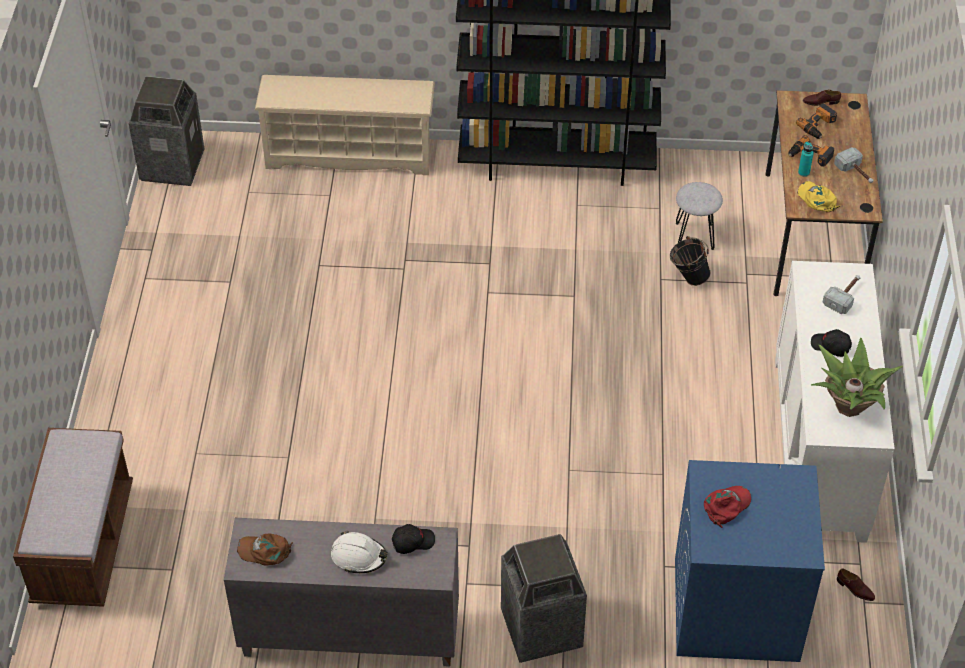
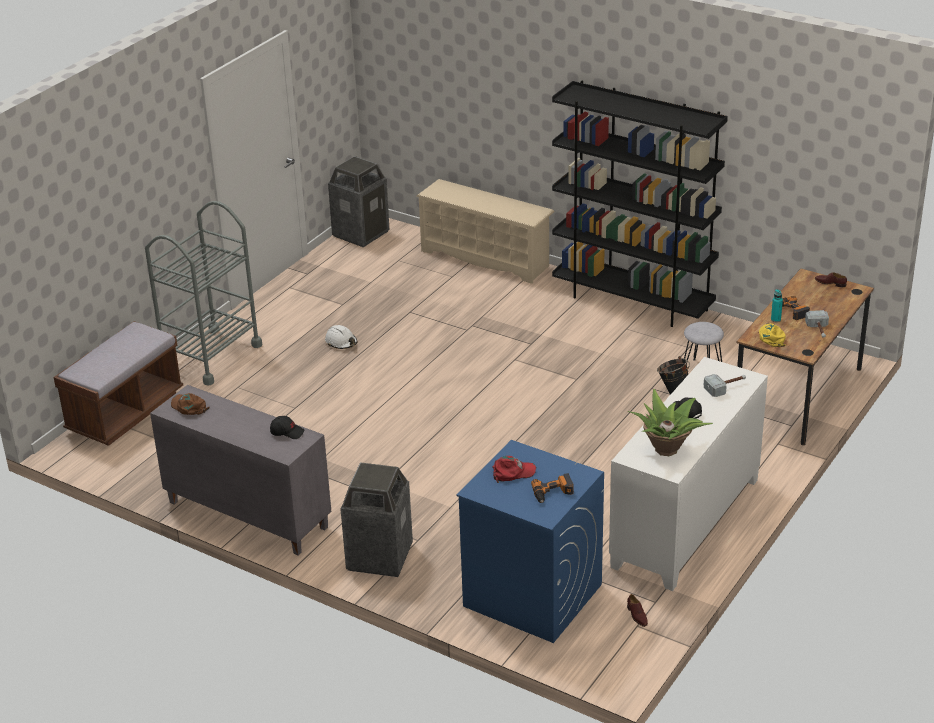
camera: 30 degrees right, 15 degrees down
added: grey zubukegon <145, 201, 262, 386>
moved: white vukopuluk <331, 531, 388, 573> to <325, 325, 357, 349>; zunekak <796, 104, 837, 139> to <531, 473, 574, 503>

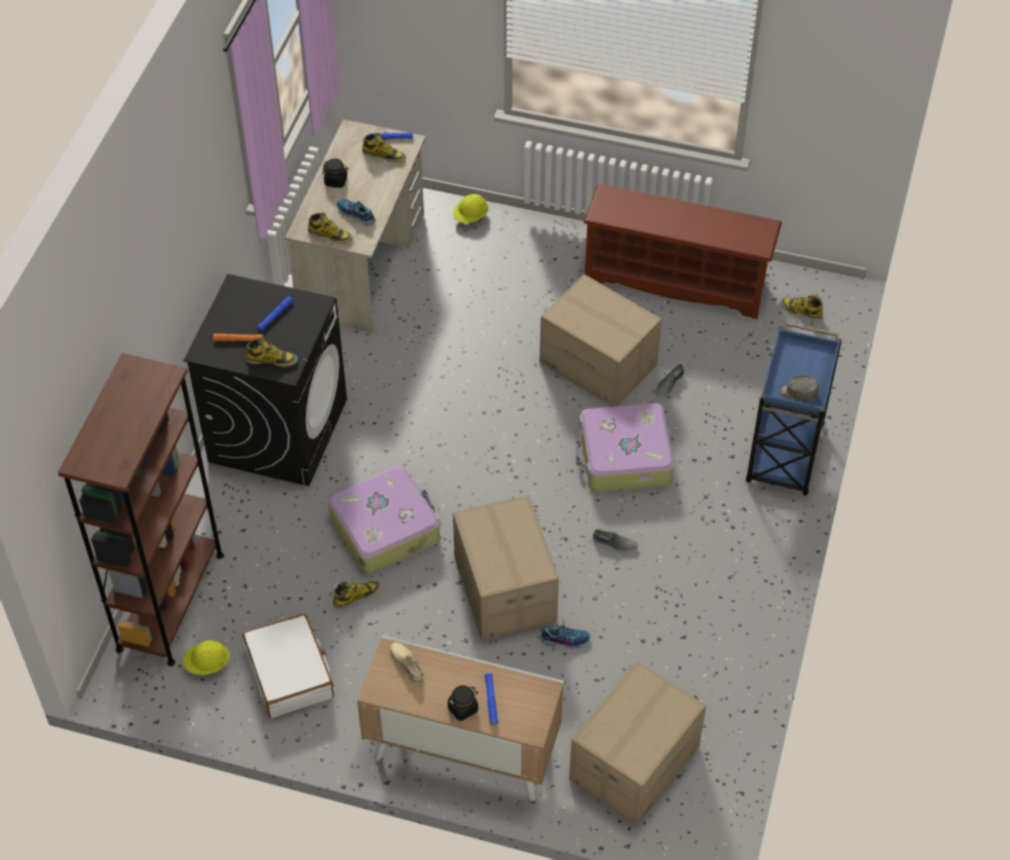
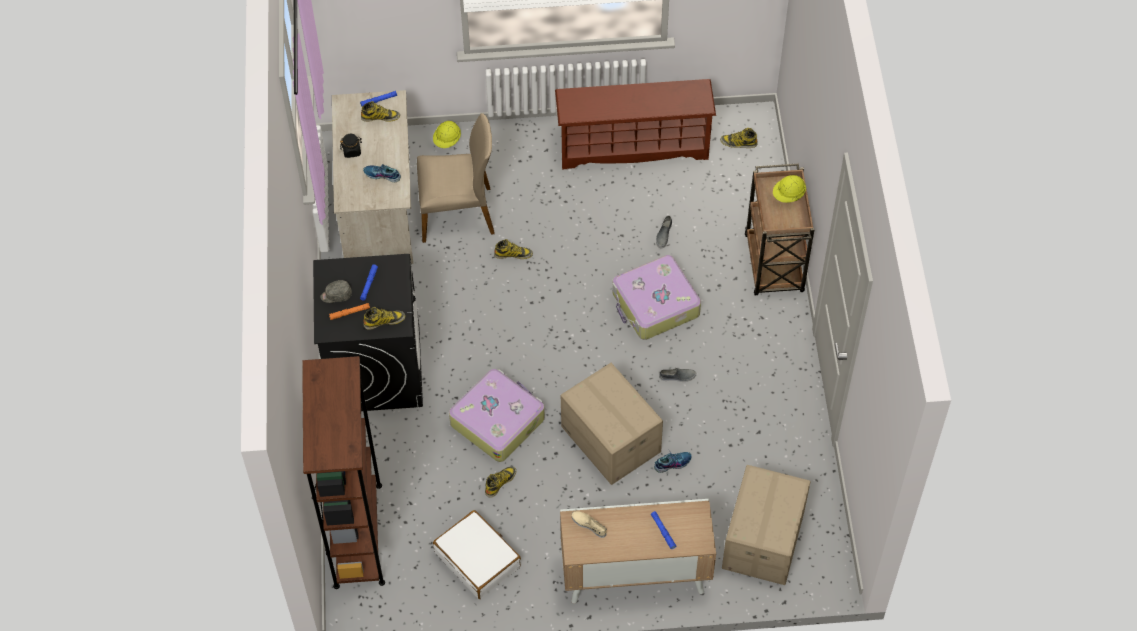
camera: 20 degrees left, 5 degrees up
removed: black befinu <448, 685, 478, 721>; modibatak <539, 274, 662, 407>
added: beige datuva <417, 113, 495, 243>
moved: yellow vukopuluk <183, 640, 229, 675> to <773, 175, 806, 203>; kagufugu <308, 213, 353, 244> to <494, 239, 533, 259>; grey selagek <780, 376, 819, 402> to <320, 280, 352, 303>
recoloured: blue zubukegon <746, 322, 842, 496> to brown zubukegon <745, 163, 814, 295>

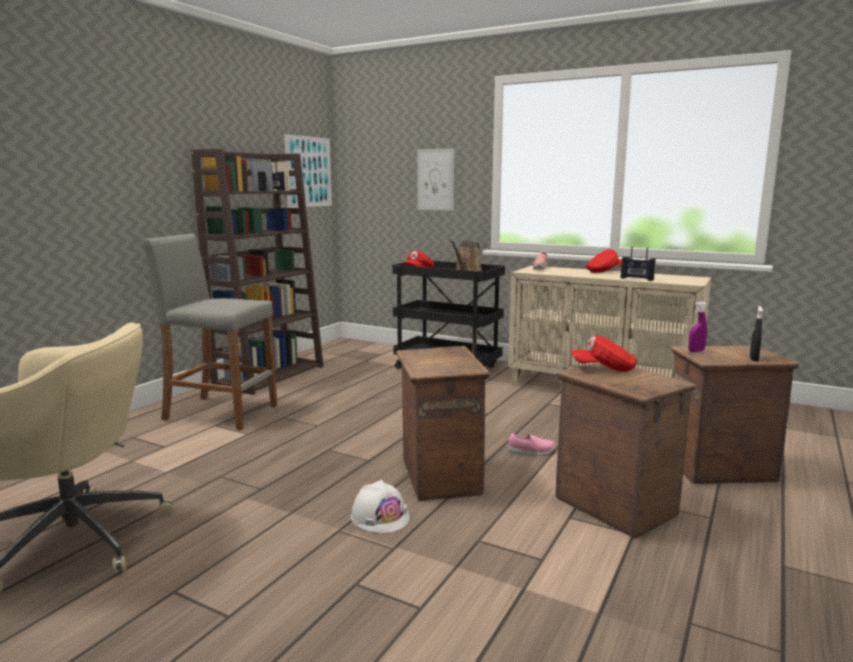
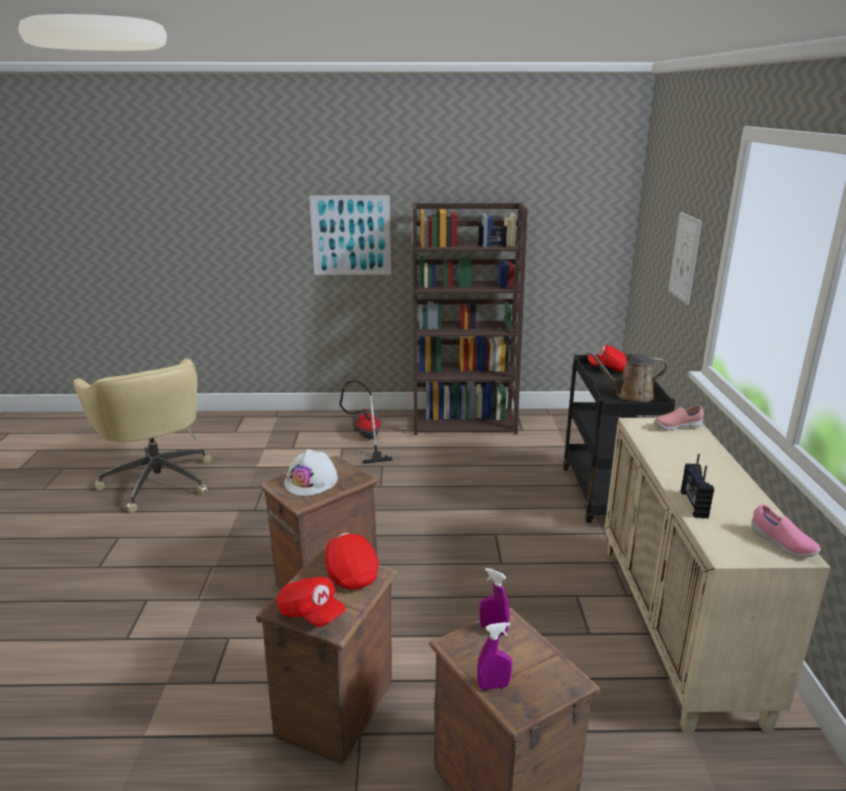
camera: 60 degrees right, 10 degrees up
moved: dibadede <284, 134, 332, 208> to <309, 195, 391, 275>; white vukopuluk <351, 480, 410, 533> to <284, 449, 338, 496>; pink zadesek <508, 433, 555, 455> to <751, 504, 821, 557>; red selagek <586, 249, 622, 273> to <276, 577, 346, 627>
replaced: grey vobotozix <143, 234, 277, 430> to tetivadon <340, 380, 393, 464>
recoloured: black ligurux <750, 306, 763, 361> to purple ligurux <477, 622, 512, 690>

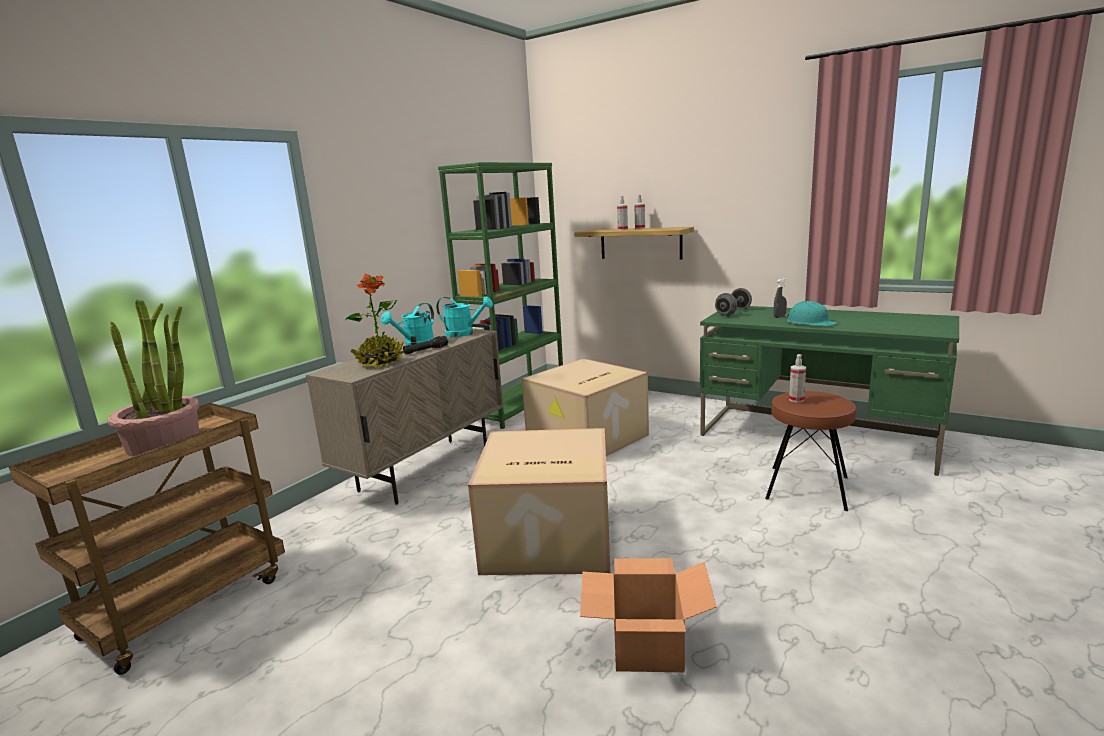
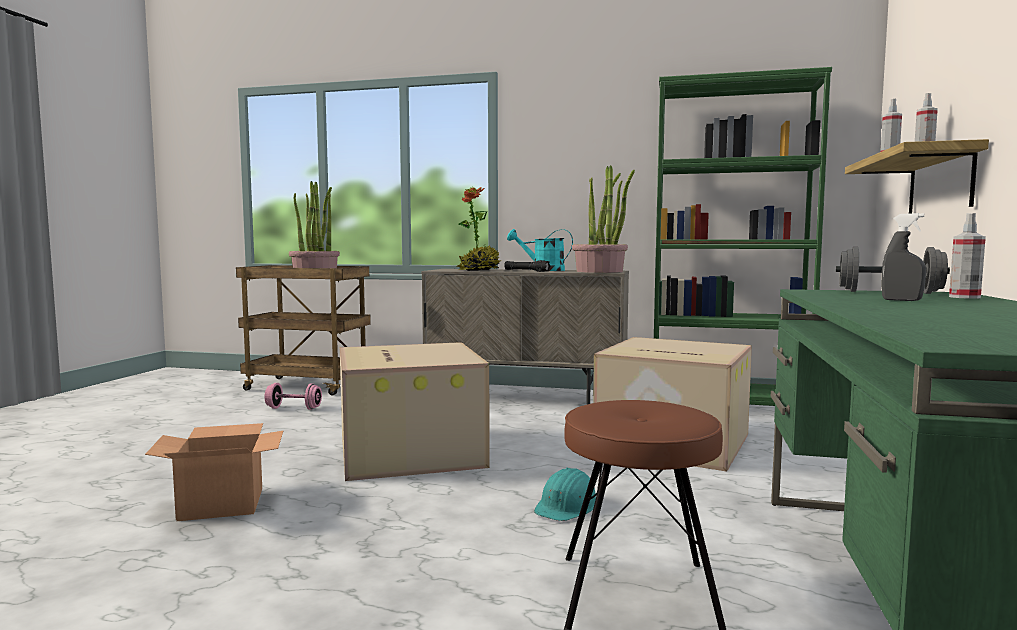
camera: 70 degrees right, 10 degrees down
added: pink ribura <265, 383, 322, 410>
moved: turquoise vukopuluk <785, 301, 837, 326> to <534, 468, 596, 521>; ligurux <789, 354, 806, 402> to <949, 213, 986, 299>
replaced: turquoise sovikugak <436, 296, 493, 337> to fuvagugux <572, 165, 635, 273>

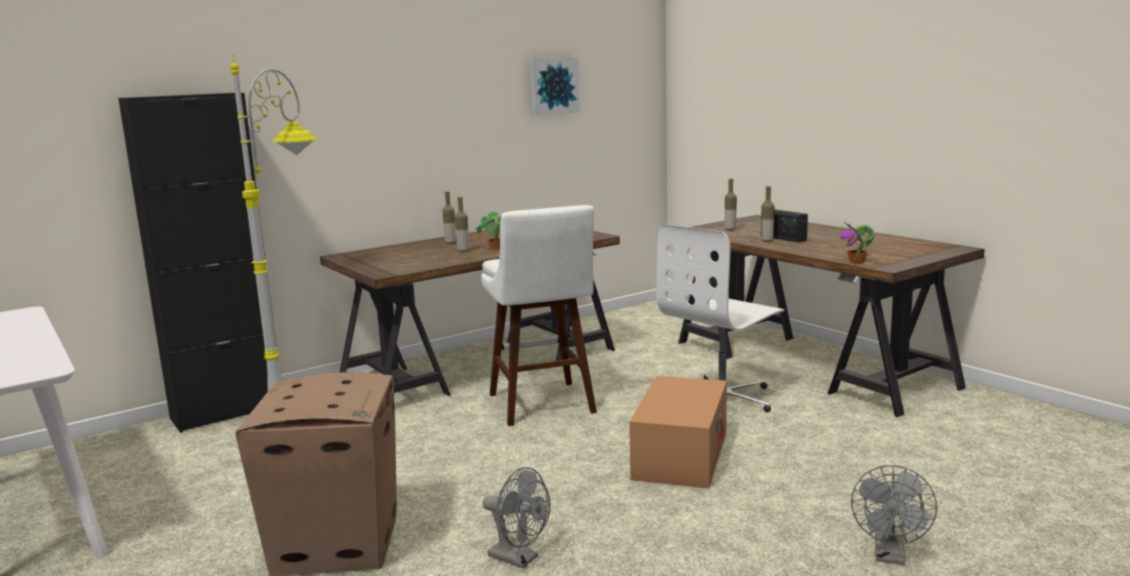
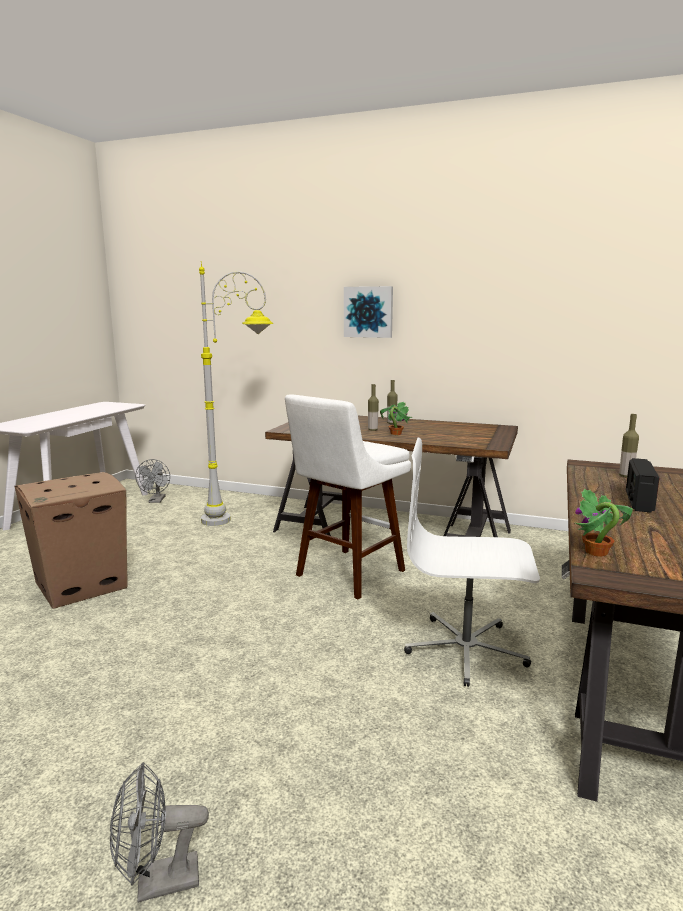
camera: 55 degrees right, 0 degrees up
removed: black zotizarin <118, 93, 278, 433>; modibatak <629, 376, 727, 489>; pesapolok <761, 186, 775, 242>
moved: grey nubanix <483, 467, 550, 568> to <135, 459, 170, 503>; dibadede <529, 57, 580, 116> to <344, 286, 393, 338>

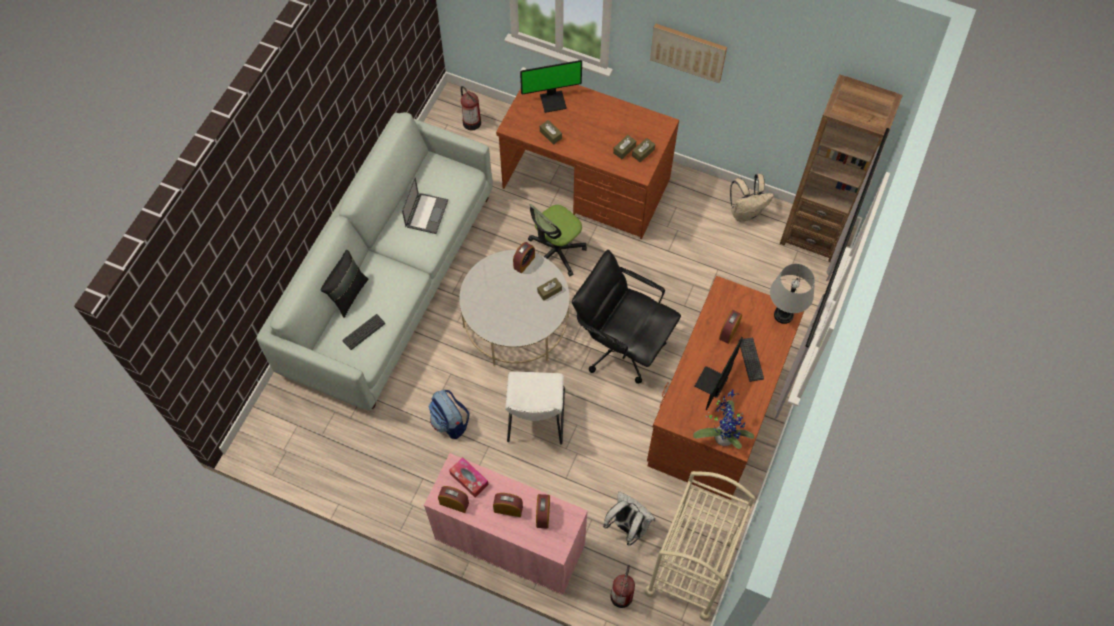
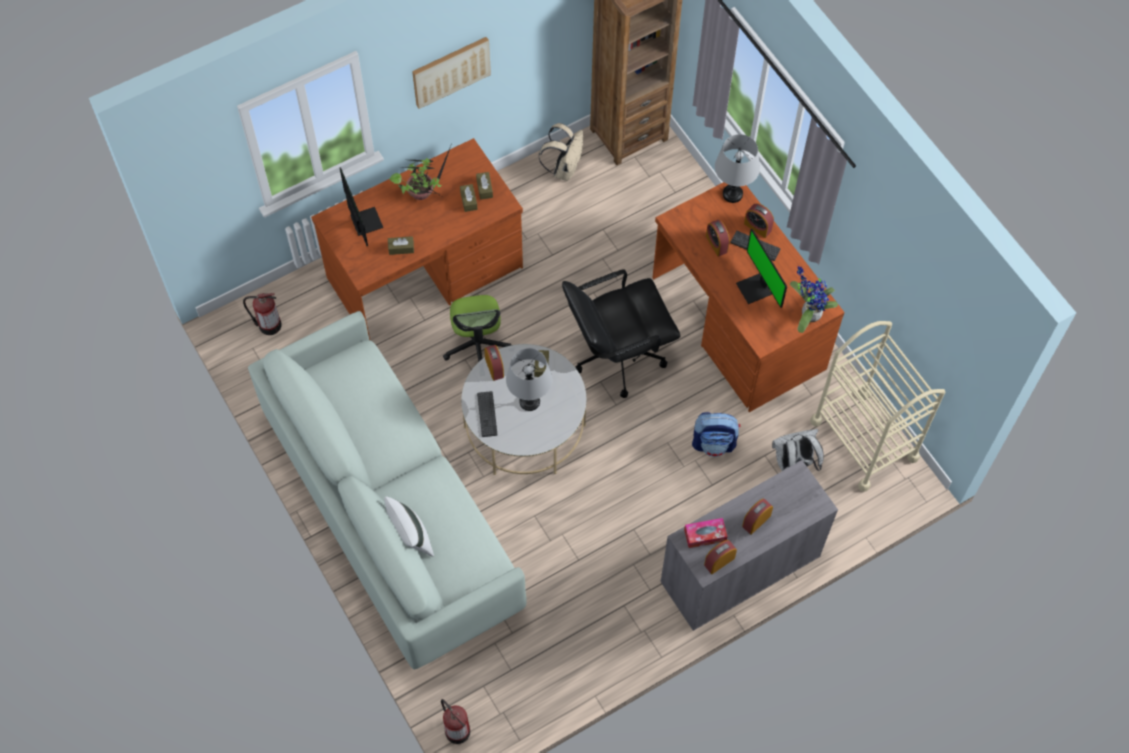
camera: 55 degrees left, 0 degrees up
removed: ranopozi <402, 177, 448, 234>; white datuva <505, 371, 565, 444>
added: fuvagugux <389, 146, 451, 200>; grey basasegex <506, 348, 552, 411>
moved: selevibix <342, 314, 385, 350> to <477, 391, 497, 437>; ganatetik <428, 390, 470, 439> to <692, 412, 740, 457>; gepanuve <536, 494, 550, 528> to <744, 203, 774, 238>; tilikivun <610, 565, 635, 608> to <441, 699, 470, 744>
recoloured: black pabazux <321, 250, 368, 318> to white pabazux <384, 496, 434, 557>; pink zotizarin <424, 453, 588, 595> to grey zotizarin <661, 460, 838, 631>
turned: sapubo <520, 60, 582, 113> = <340, 168, 383, 246> 45 degrees counterclockwise

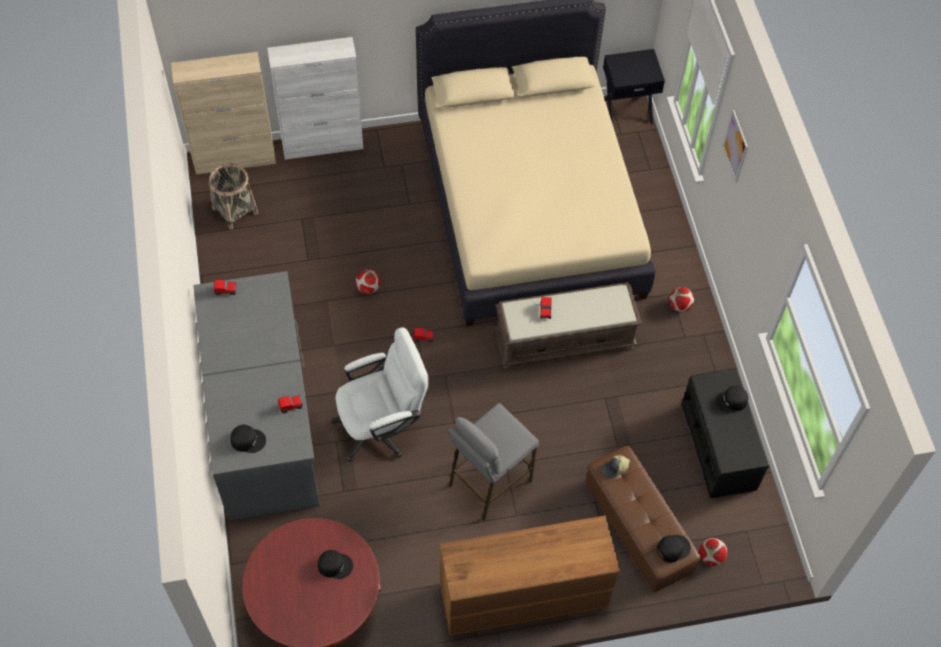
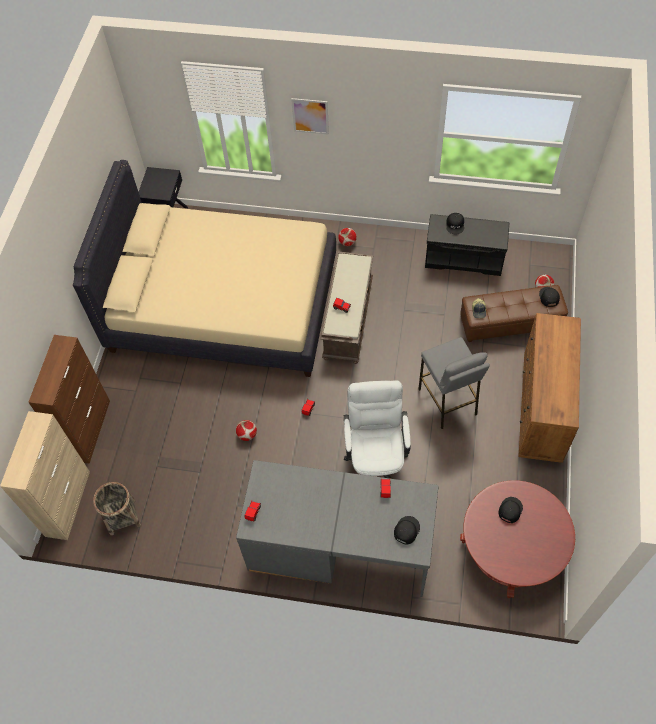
camera: 65 degrees left, 0 degrees up
recoloured: white zotizarin <267, 37, 363, 160> to brown zotizarin <28, 335, 110, 464>

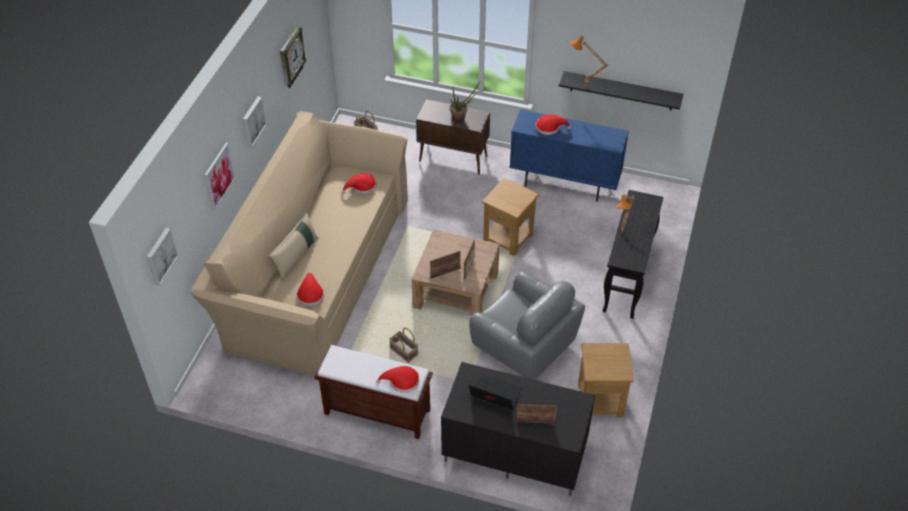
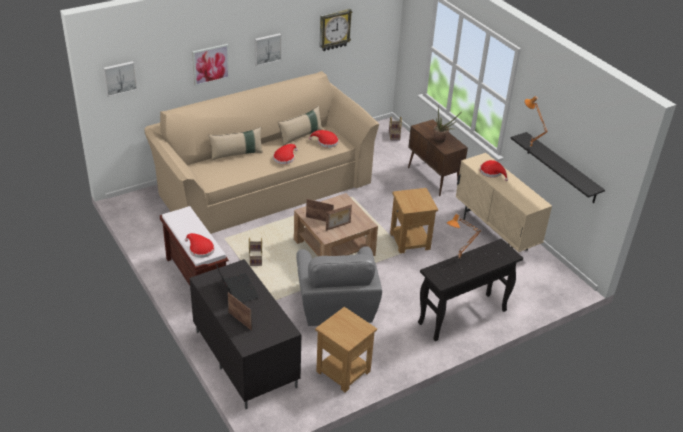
camera: 40 degrees right, 10 degrees down
added: beige pabazux <278, 106, 323, 146>
moved: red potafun <297, 273, 324, 306> to <273, 144, 298, 164>
recoloured: blue zotizarin <510, 109, 629, 202> to beige zotizarin <456, 153, 552, 252>

